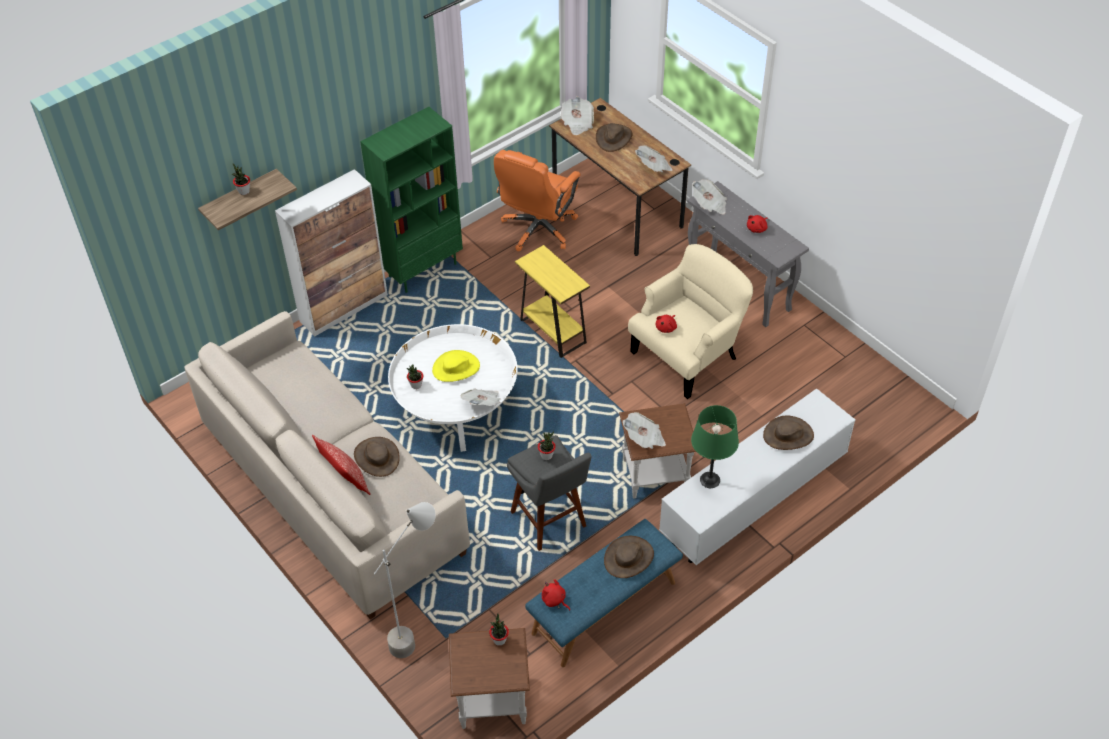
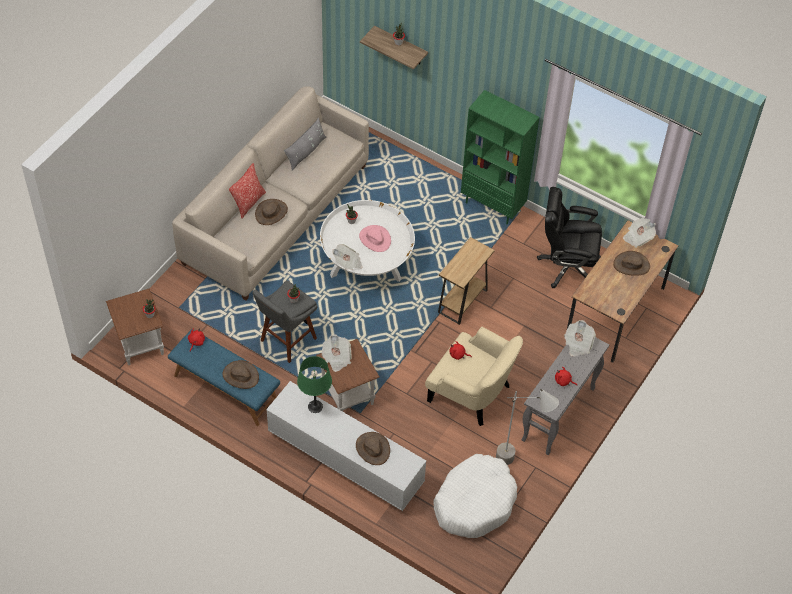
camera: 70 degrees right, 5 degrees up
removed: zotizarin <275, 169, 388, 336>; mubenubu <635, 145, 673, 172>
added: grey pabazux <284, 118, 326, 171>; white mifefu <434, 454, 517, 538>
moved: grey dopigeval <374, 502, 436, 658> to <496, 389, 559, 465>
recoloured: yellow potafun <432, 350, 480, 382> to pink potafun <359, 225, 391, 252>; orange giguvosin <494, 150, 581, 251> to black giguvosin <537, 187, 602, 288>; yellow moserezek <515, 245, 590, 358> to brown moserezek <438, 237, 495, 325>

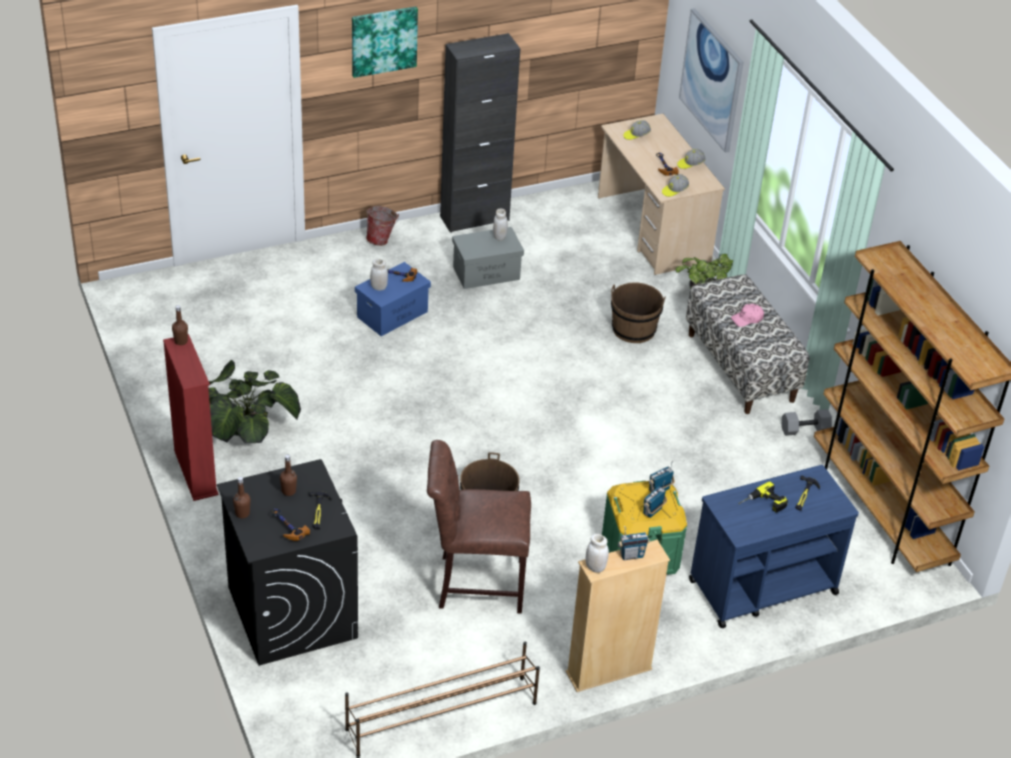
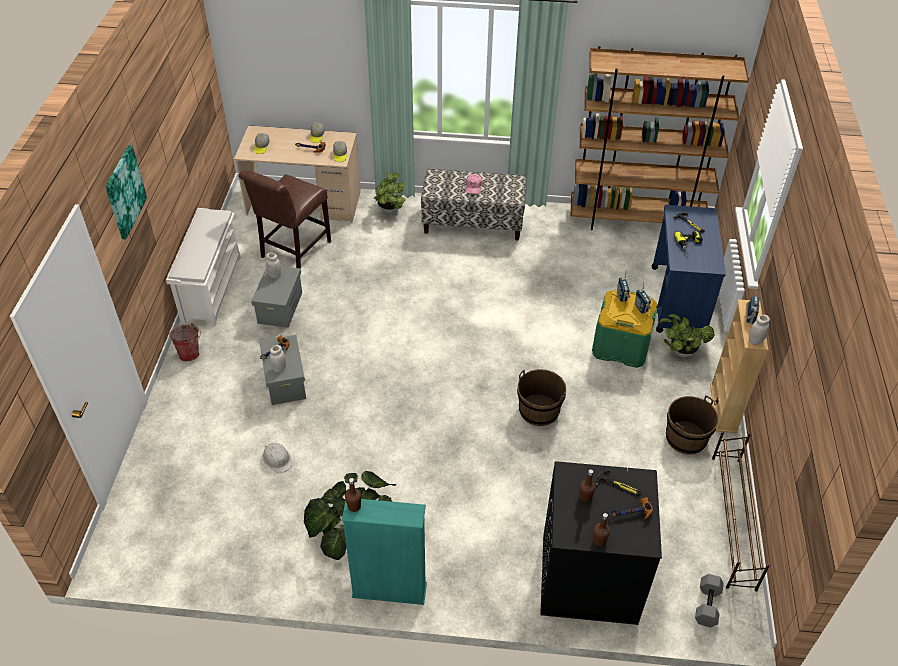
camera: 60 degrees left, 5 degrees up
removed: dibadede <679, 8, 744, 153>
added: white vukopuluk <263, 443, 292, 474>; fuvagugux <659, 314, 714, 357>
moved: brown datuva <427, 440, 531, 614> to <239, 170, 331, 269>; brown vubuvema <611, 282, 666, 343> to <666, 395, 719, 454>; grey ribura <782, 409, 832, 436> to <695, 574, 724, 628>
replaced: black zotizarin <440, 33, 520, 233> to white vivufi <166, 208, 241, 326>
recoloured: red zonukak <163, 334, 219, 501> to turquoise zonukak <342, 499, 427, 605>; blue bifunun <355, 262, 431, 336> to grey bifunun <259, 335, 306, 405>

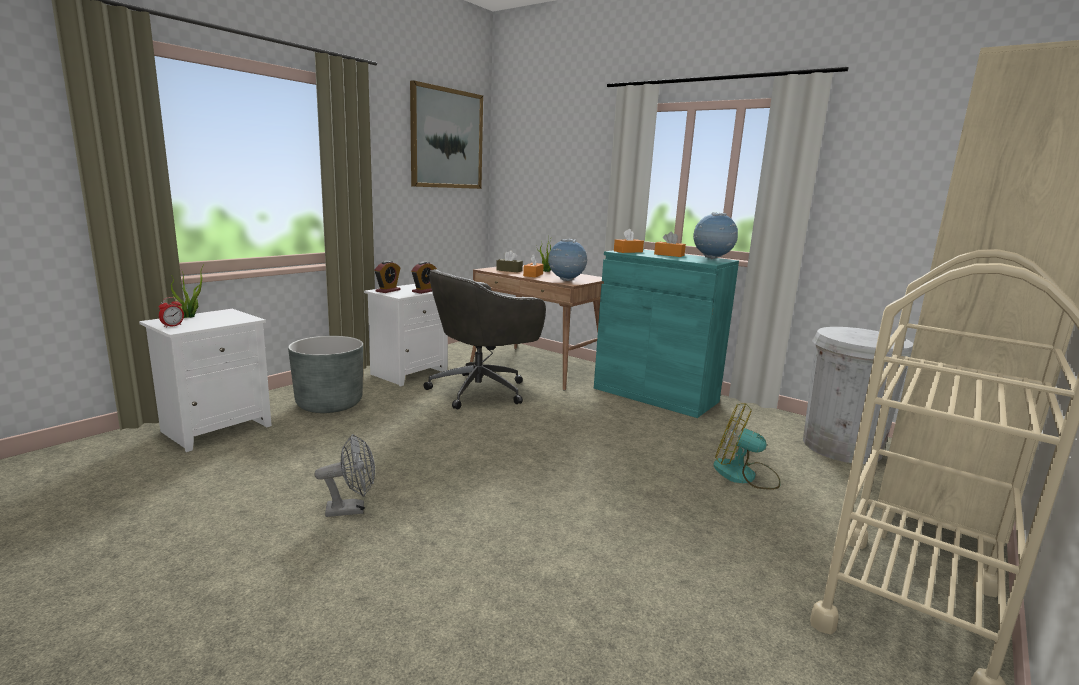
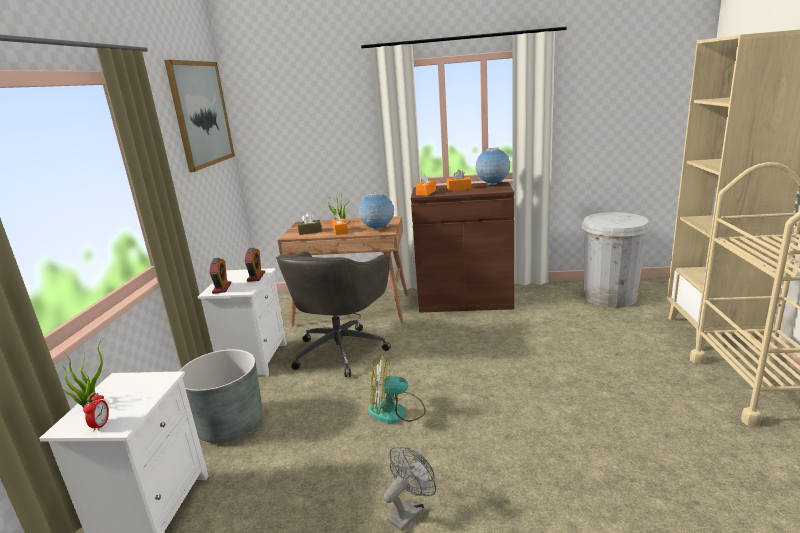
camera: 30 degrees left, 5 degrees up
moved: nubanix <713, 403, 781, 490> to <368, 354, 426, 424>
recoloured: turquoise zotizarin <594, 250, 739, 418> to brown zotizarin <411, 182, 514, 313>

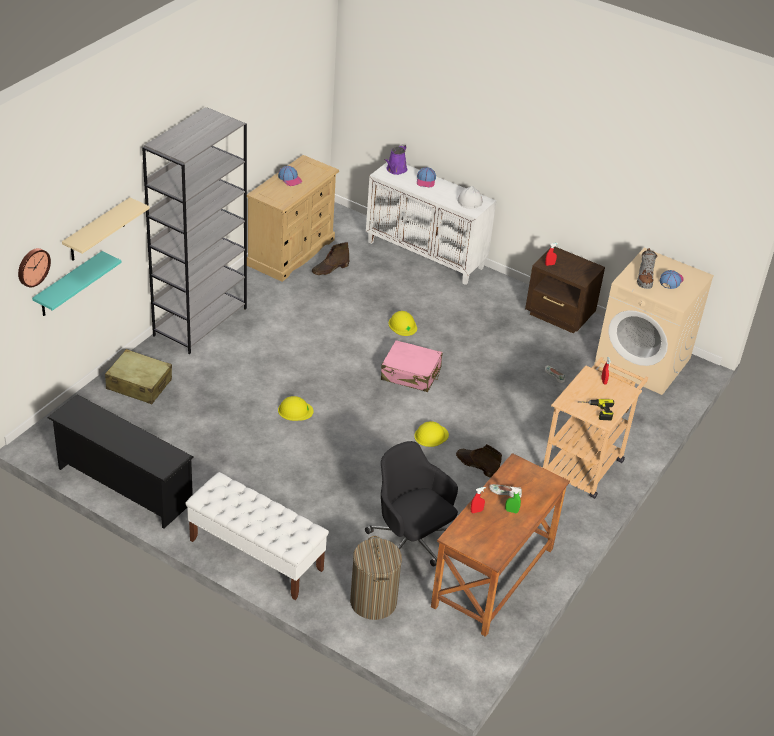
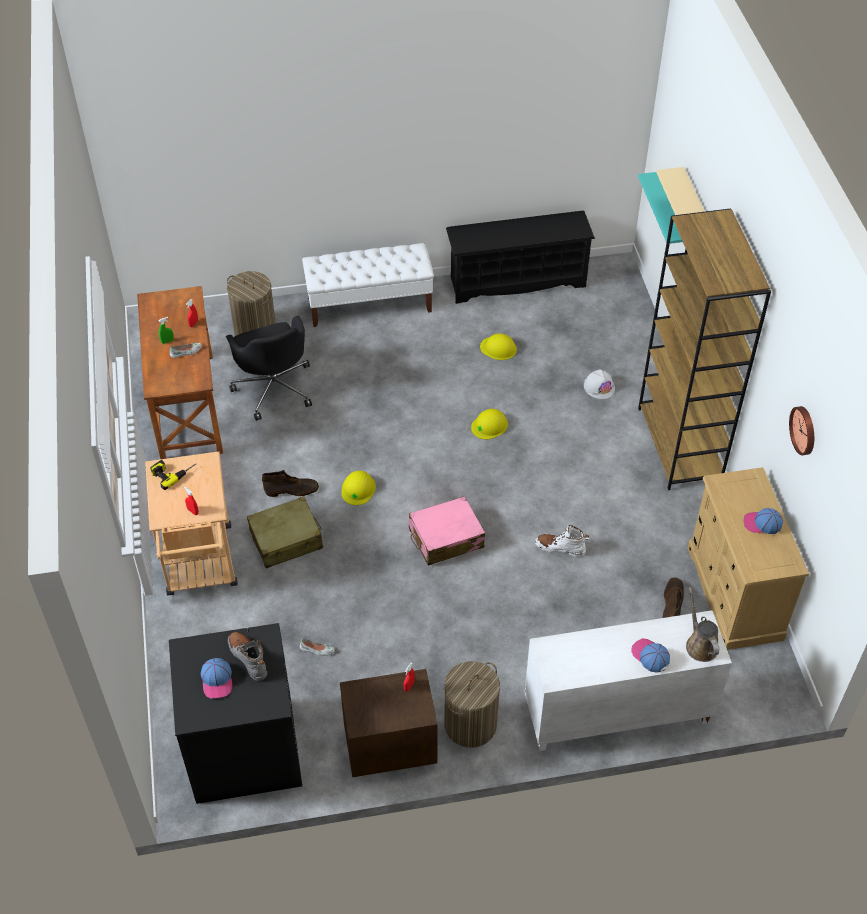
camera: 140 degrees right, 10 degrees up
added: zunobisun <444, 661, 500, 747>; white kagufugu <535, 525, 589, 557>
moved: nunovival <18, 248, 51, 287> to <789, 406, 814, 455>; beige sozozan <105, 349, 172, 404> to <247, 496, 323, 568>; yellow vukopuluk <389, 311, 417, 336> to <480, 334, 517, 360>; white vukopuluk <457, 186, 483, 209> to <584, 369, 615, 399>
recoloured: grey zonukak <142, 107, 247, 354> to brown zonukak <638, 208, 771, 490>; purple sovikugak <384, 144, 407, 175> to brown sovikugak <686, 587, 719, 662>; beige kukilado <594, 248, 714, 395> to black kukilado <169, 623, 302, 804>
turned: black giguvosin <365, 441, 458, 567> = <226, 315, 312, 421> 60 degrees clockwise

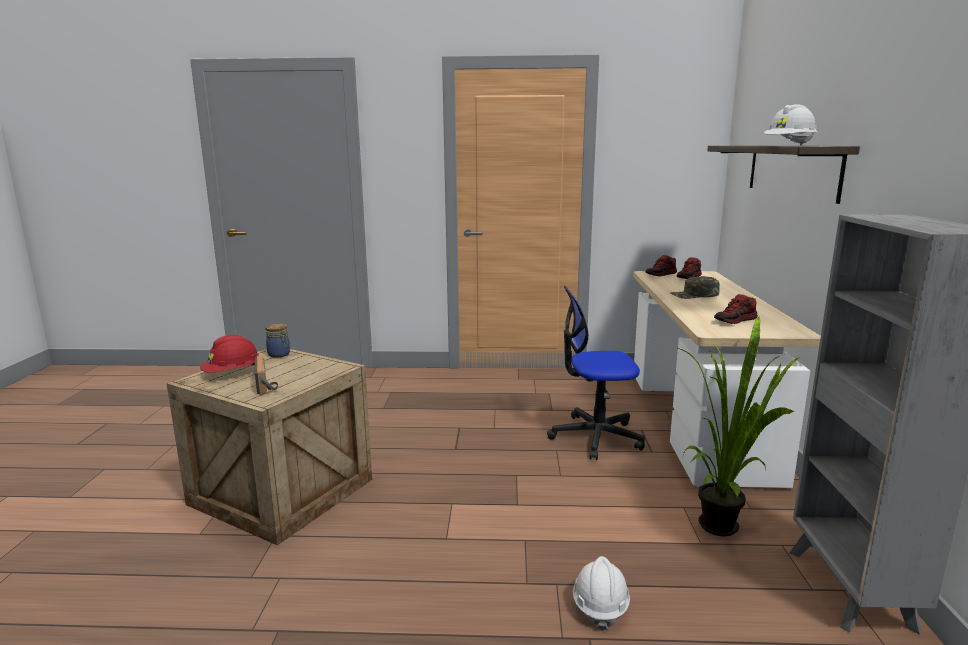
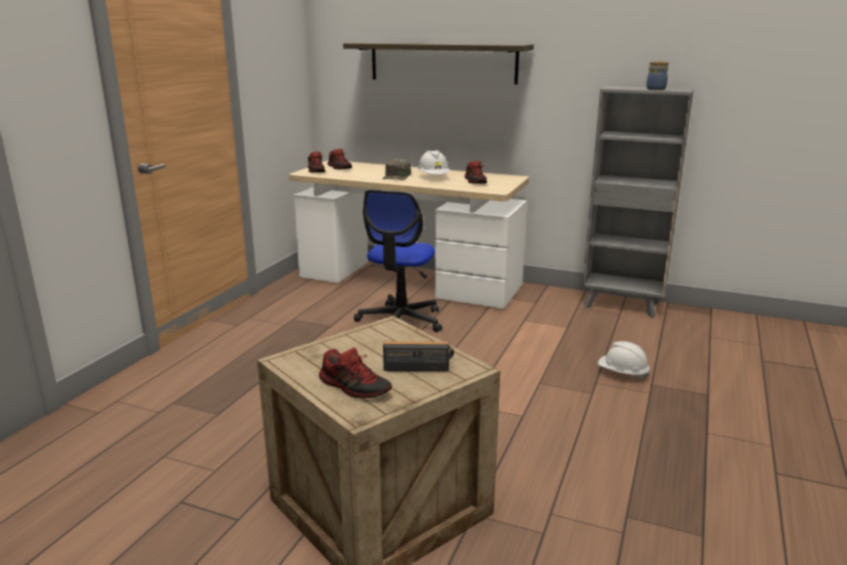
camera: 70 degrees left, 5 degrees up
removed: fuvagugux <676, 317, 800, 536>
moved: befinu <265, 324, 290, 358> to <646, 61, 669, 90>; white vukopuluk <763, 104, 817, 145> to <418, 150, 450, 175>
replaced: red vukopuluk <200, 335, 260, 373> to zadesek <319, 348, 392, 398>

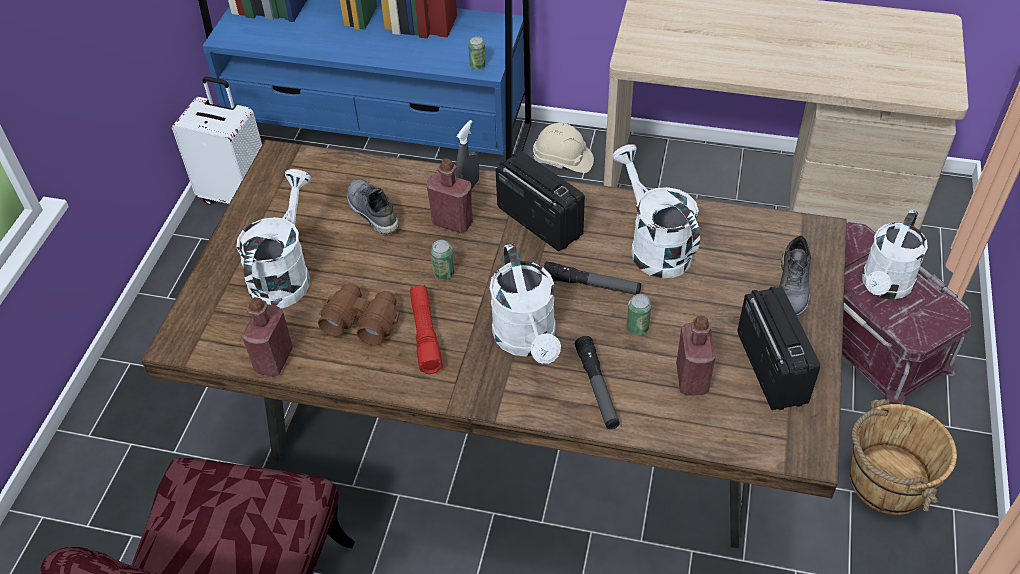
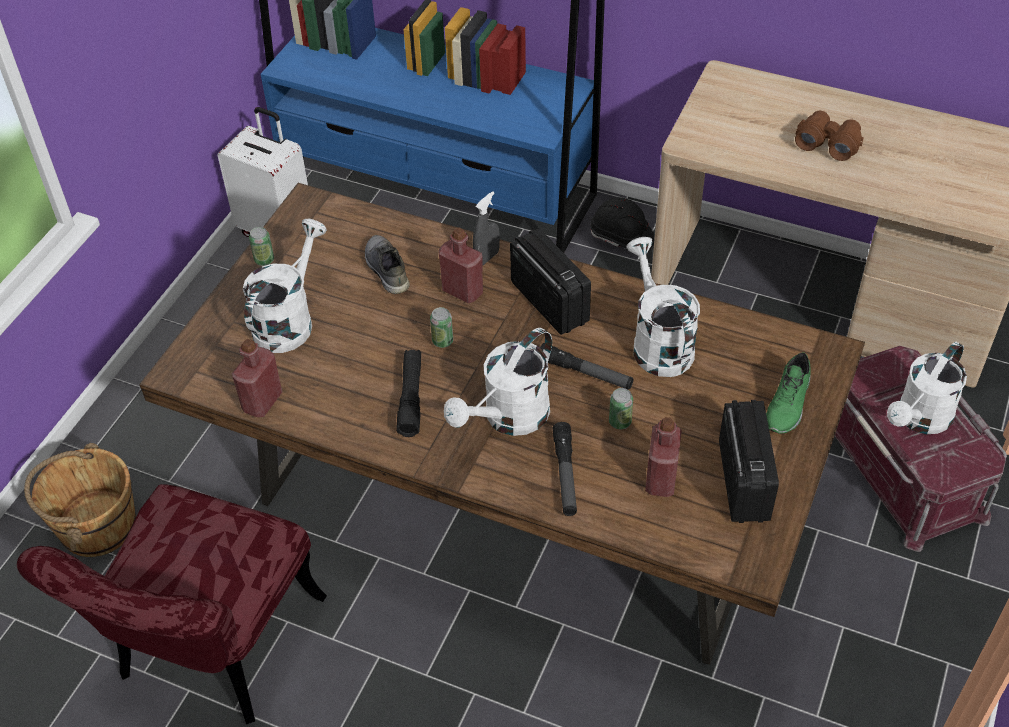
camera: 10 degrees right, 0 degrees up
moved: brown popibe <318, 283, 399, 345> to <795, 111, 864, 161>; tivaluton <468, 36, 486, 70> to <249, 227, 274, 266>; brown vubuvema <850, 399, 957, 515> to <24, 443, 136, 557>
recoloured: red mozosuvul <410, 285, 443, 374> to black mozosuvul <396, 350, 421, 437>; beige vukopuluk <533, 123, 594, 173> to black vukopuluk <590, 197, 655, 252>; grey zadesek <779, 235, 811, 316> to green zadesek <766, 352, 811, 434>
turned: white sovikugak <490, 244, 561, 364> = <444, 328, 552, 436> 45 degrees clockwise

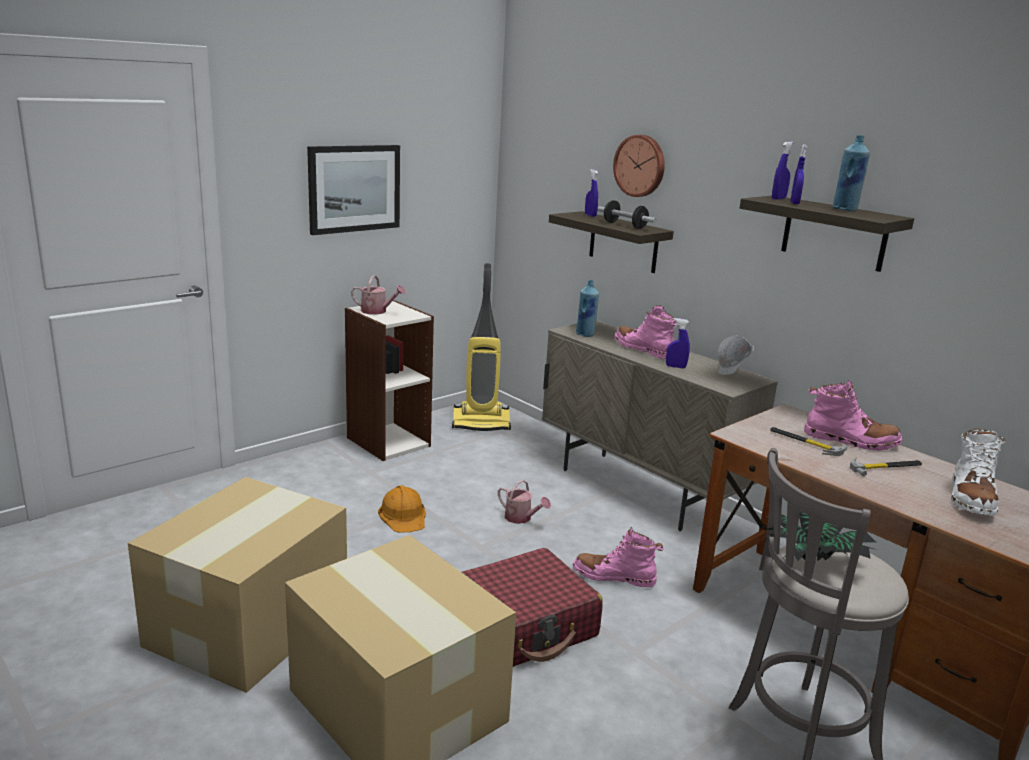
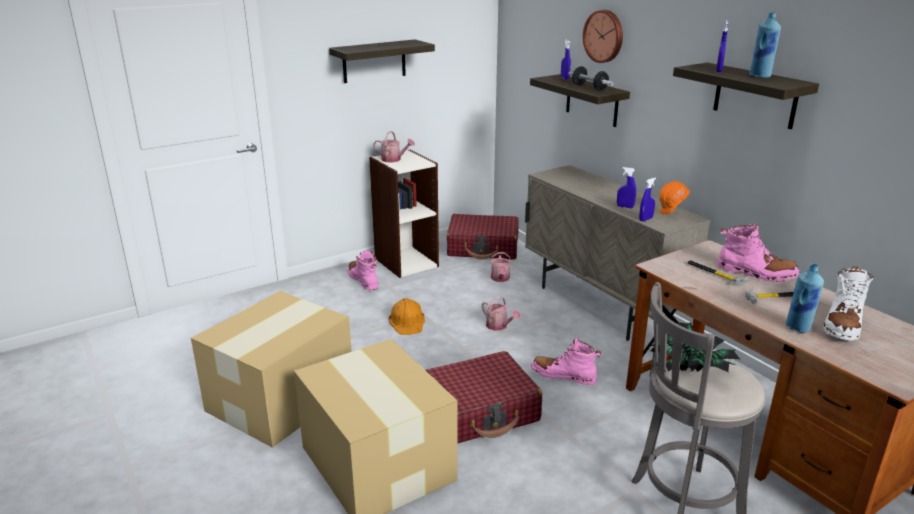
camera: 10 degrees right, 5 degrees up
added: sovikugak <490, 252, 511, 282>
moved: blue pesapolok <576, 280, 599, 337> to <786, 264, 824, 333>; pink kagufugu <614, 305, 679, 359> to <348, 251, 379, 290>; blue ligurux <772, 141, 793, 200> to <639, 177, 656, 221>
replaced: dibadede <307, 145, 400, 235> to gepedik <329, 39, 435, 83>; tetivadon <452, 263, 511, 431> to red sozozan <446, 214, 519, 260>
recoloured: white vukopuluk <718, 336, 754, 375> to orange vukopuluk <659, 181, 690, 214>

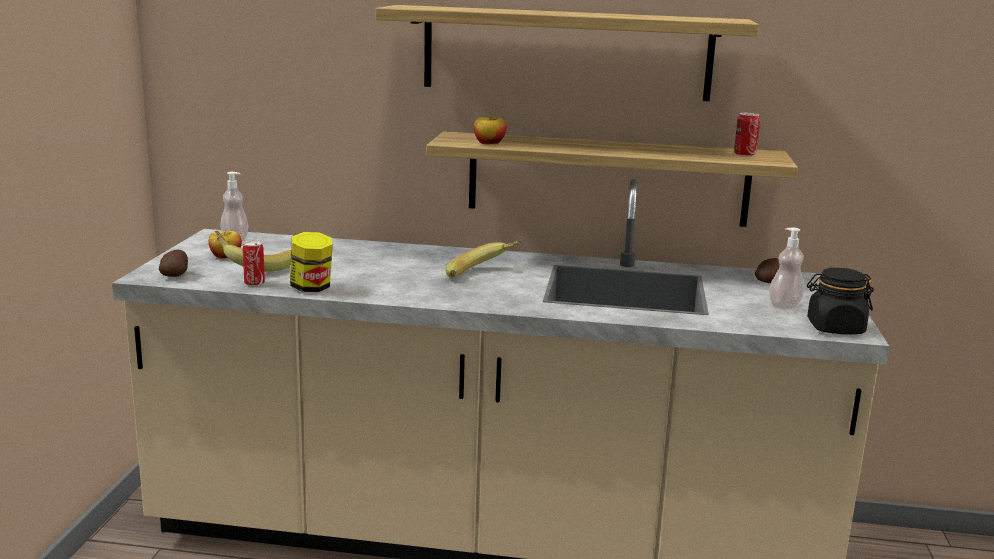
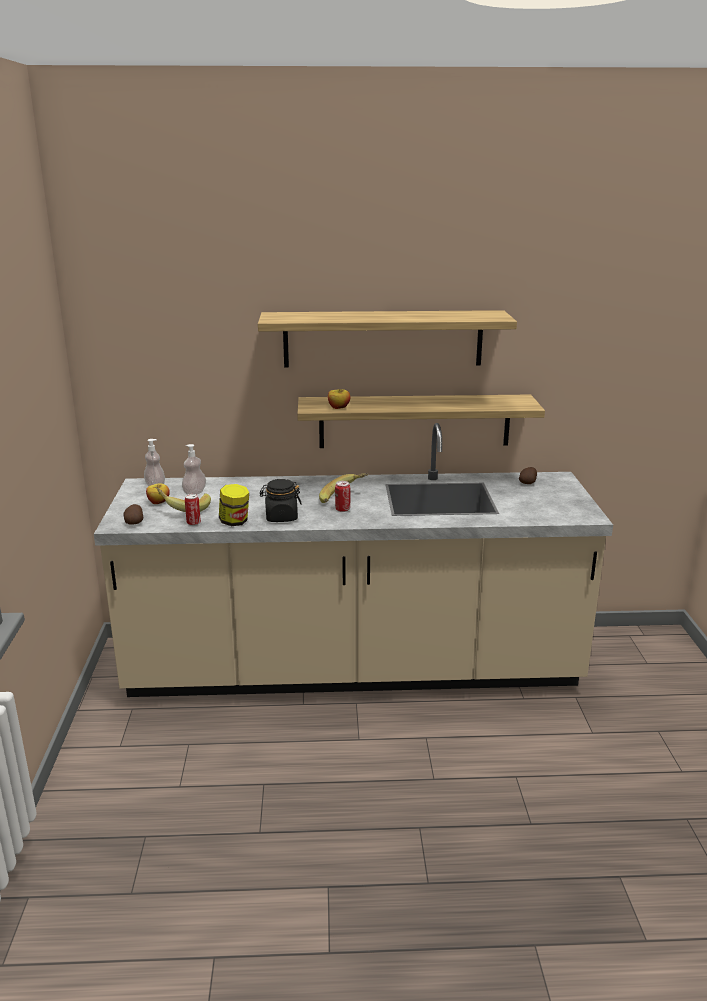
camera: 10 degrees left, 5 degrees up
moved: tivaluton <734, 113, 760, 157> to <335, 481, 350, 512>; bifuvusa <769, 228, 805, 309> to <182, 444, 206, 495>; black befinu <807, 267, 874, 334> to <260, 479, 302, 522>

